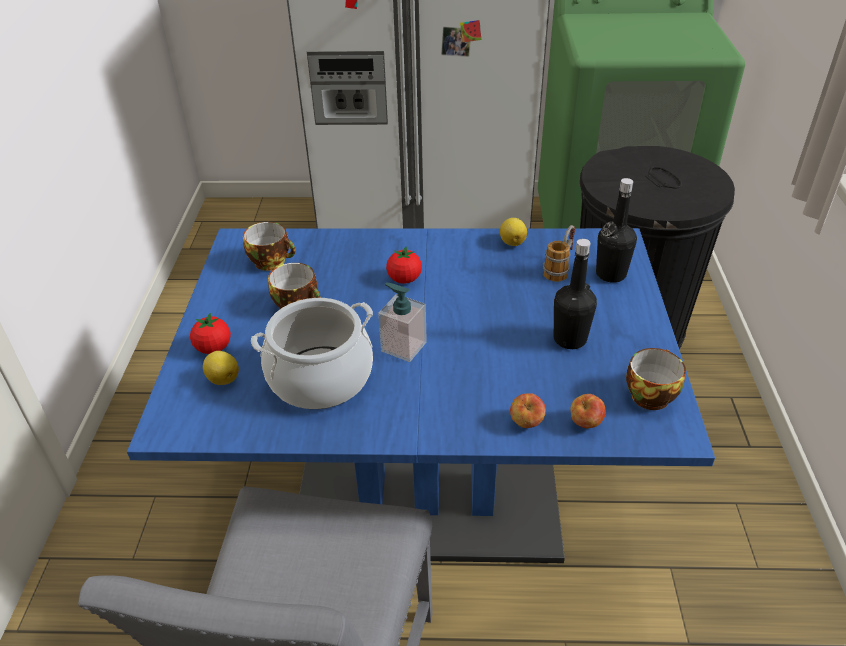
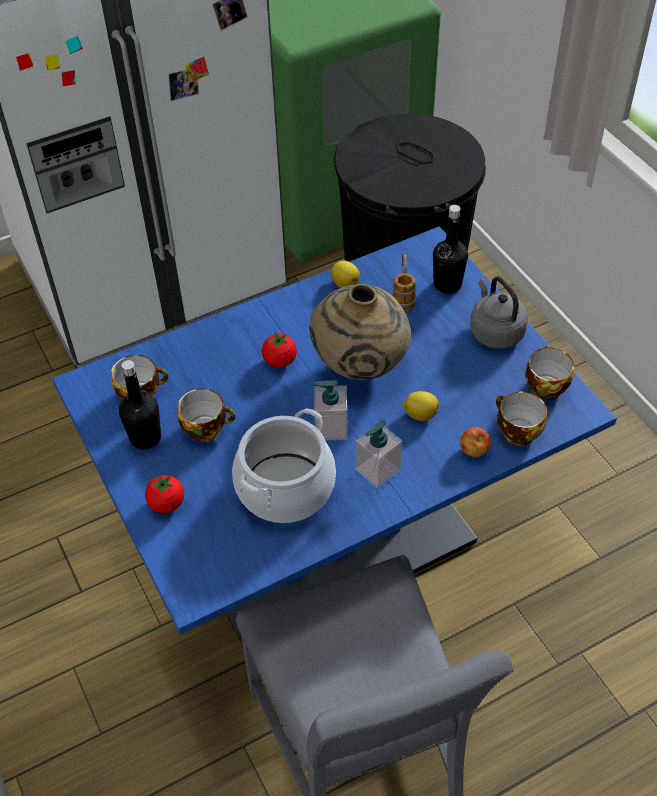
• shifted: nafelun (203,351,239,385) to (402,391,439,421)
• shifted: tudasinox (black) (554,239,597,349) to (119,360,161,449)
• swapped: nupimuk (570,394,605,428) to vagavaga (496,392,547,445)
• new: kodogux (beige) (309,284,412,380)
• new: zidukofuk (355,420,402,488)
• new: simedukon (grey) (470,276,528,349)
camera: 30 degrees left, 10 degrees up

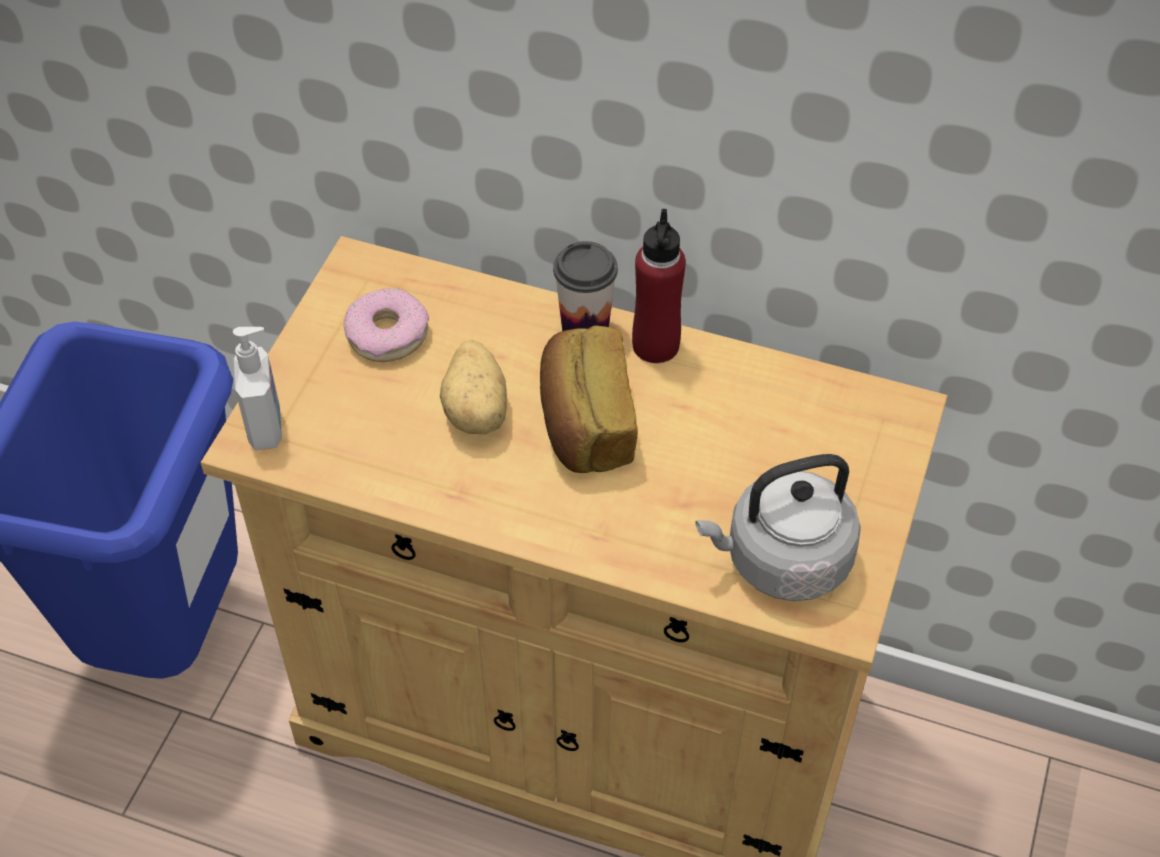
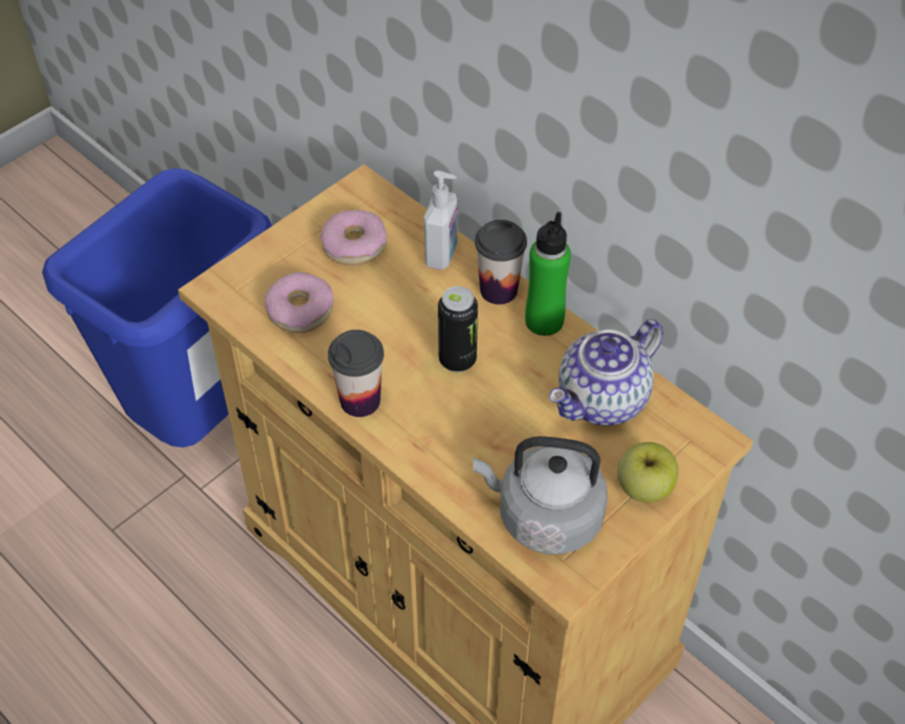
• shifted: zidukofuk (233,327,282,450) to (424,171,457,270)
• gone: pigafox (440,340,507,434)
• swapped: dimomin (540,326,638,473) to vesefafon (438,286,478,372)
• repainted: tudasinox (red) (632,209,686,363) to tudasinox (green) (525,212,571,336)
• new: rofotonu (265,272,333,333)
• new: vagavaga (328,330,384,417)
• new: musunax (549,319,664,426)
• new: nupimuk (617,442,679,503)
camera: 25 degrees right, 0 degrees up

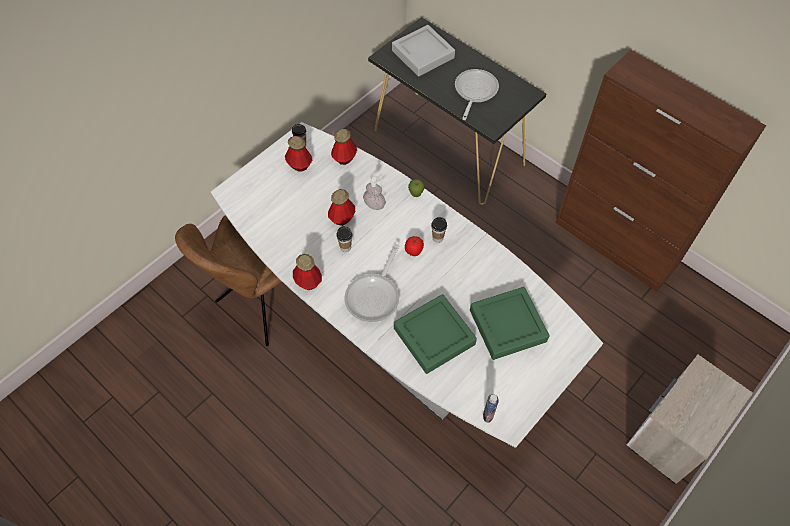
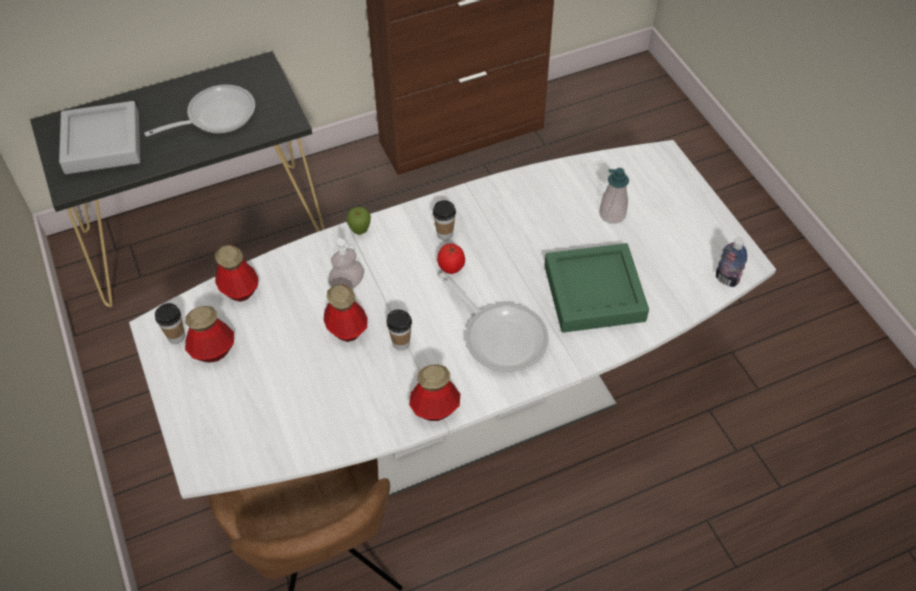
• rotated: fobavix (455,69,499,120) = (144,85,255,137) 105 degrees clockwise
• swapped: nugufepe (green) (470,287,549,360) to zidukofuk (599,168,629,224)
• gone: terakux (627,355,753,485)
camera: 65 degrees left, 5 degrees down

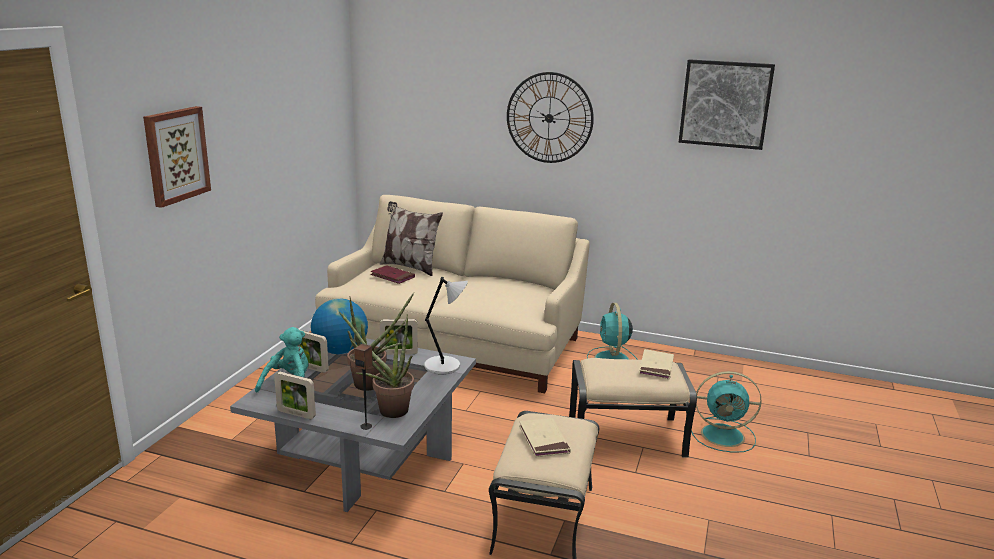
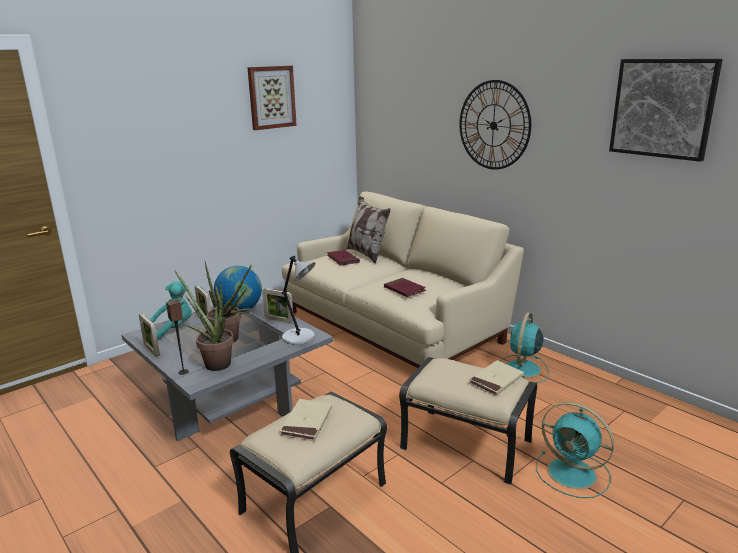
• shifted: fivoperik (143,106,211,208) to (247,66,297,130)
• new: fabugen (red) (384,278,426,297)
camera: 30 degrees right, 0 degrees up

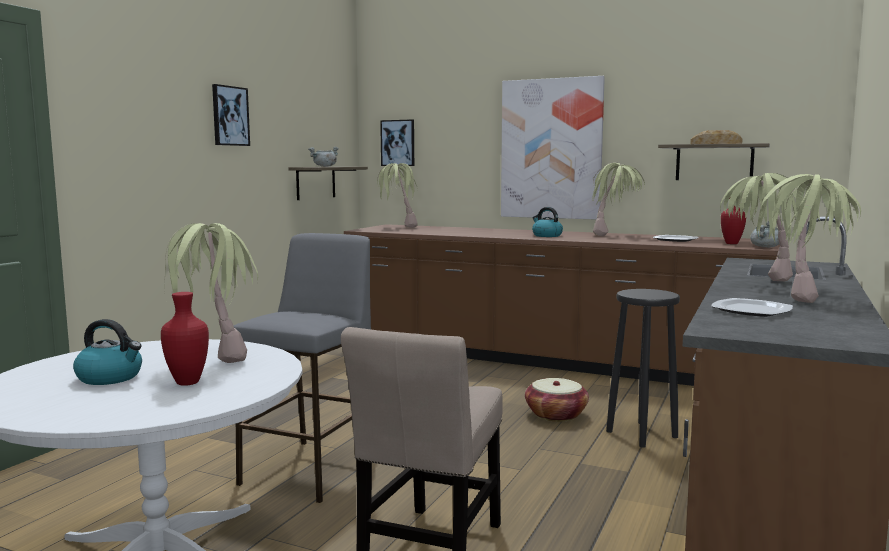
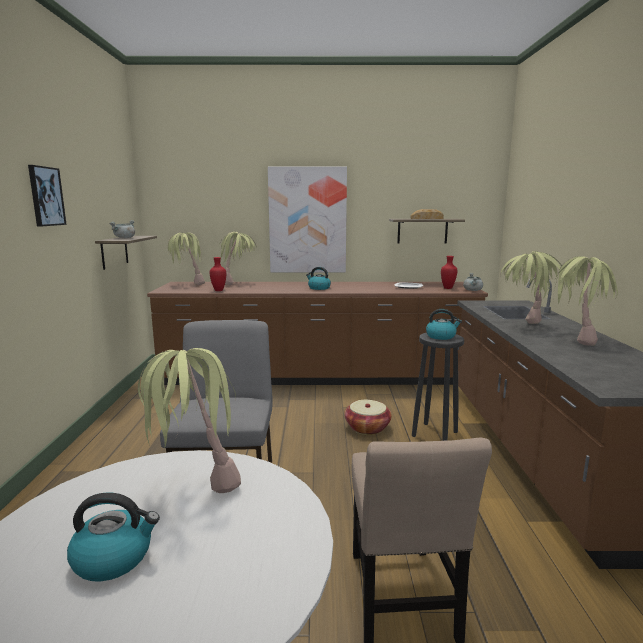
• shifted: kodogux (red) (161,292,209,386) to (210,257,226,291)
• gone: fivoperik (380,119,414,166)
• shifted: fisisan (592,163,645,236) to (220,232,257,285)
• gone: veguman (711,298,793,317)
• new: simedukon (426,309,462,340)
camera: 25 degrees left, 5 degrees up

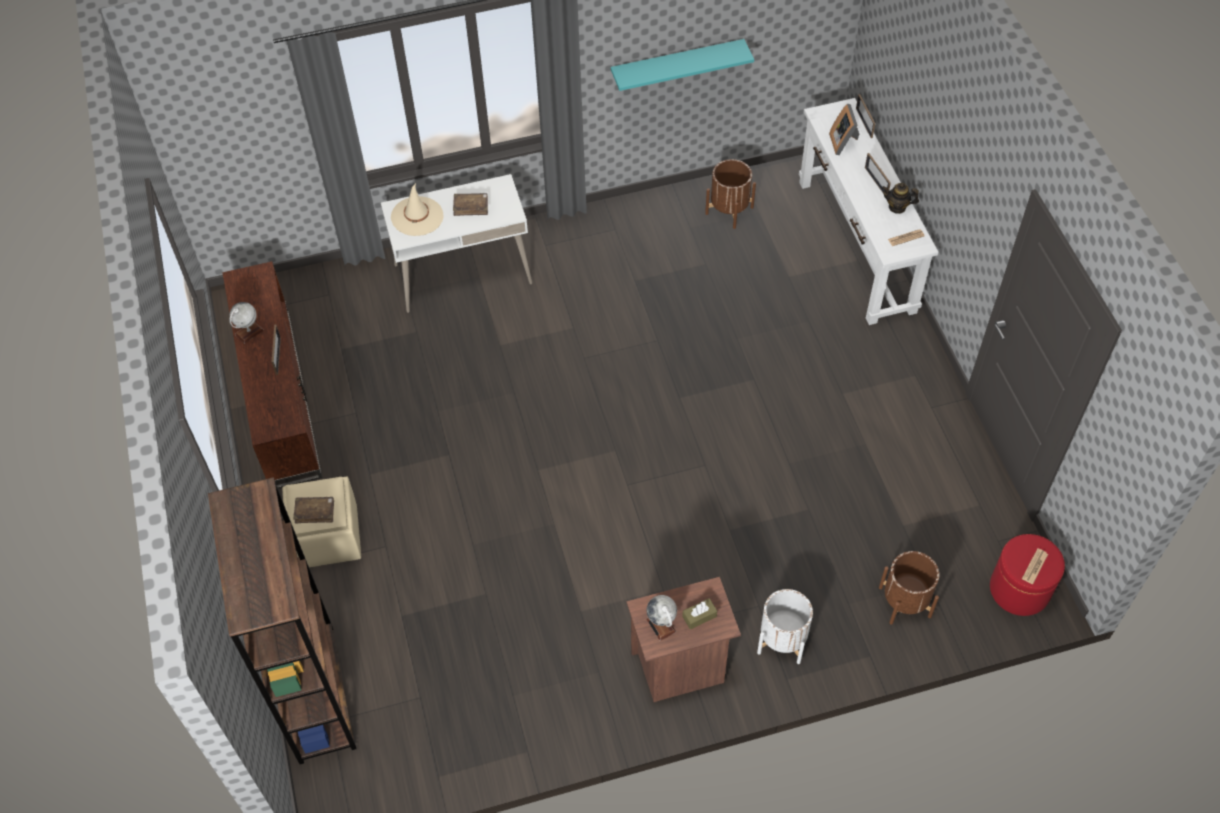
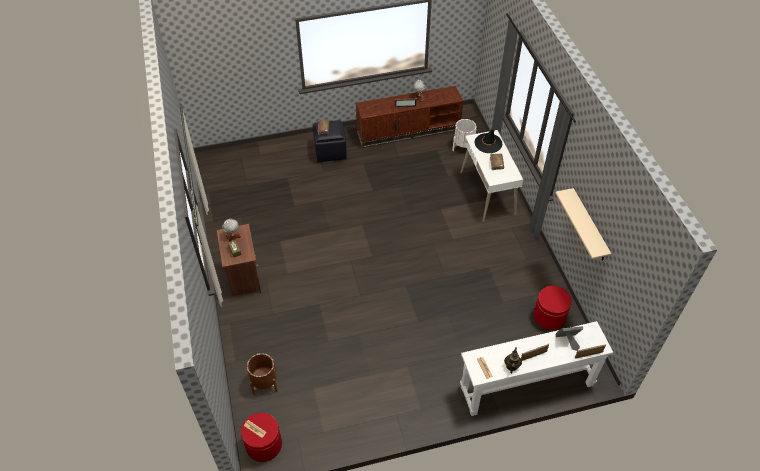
• gone: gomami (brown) (208,477,356,764)
• repainted: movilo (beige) (282,477,361,567) to movilo (black) (313,120,347,162)
• repainted: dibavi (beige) (391,183,443,236) to dibavi (black) (475,129,502,153)
• repainted: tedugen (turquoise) (611,39,754,91) to tedugen (beige) (555,188,611,261)
• swapped: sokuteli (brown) (705,159,756,229) to movilo (red) (534,286,572,330)
• shifted: sokuteli (white) (757,589,813,664) to (452,119,476,155)
camera: 90 degrees right, 5 degrees down

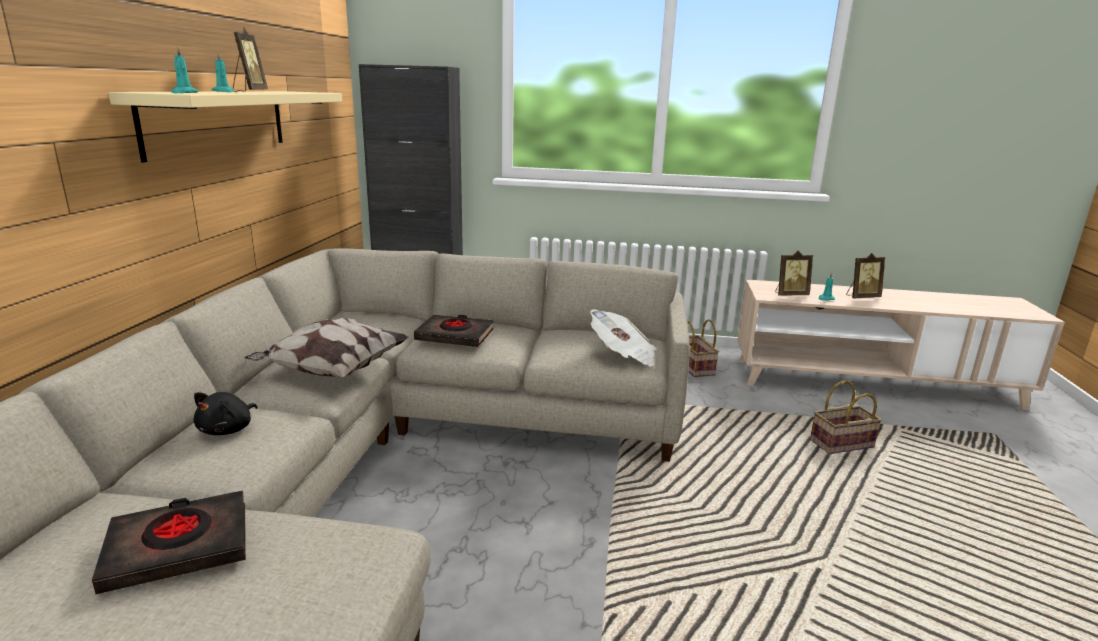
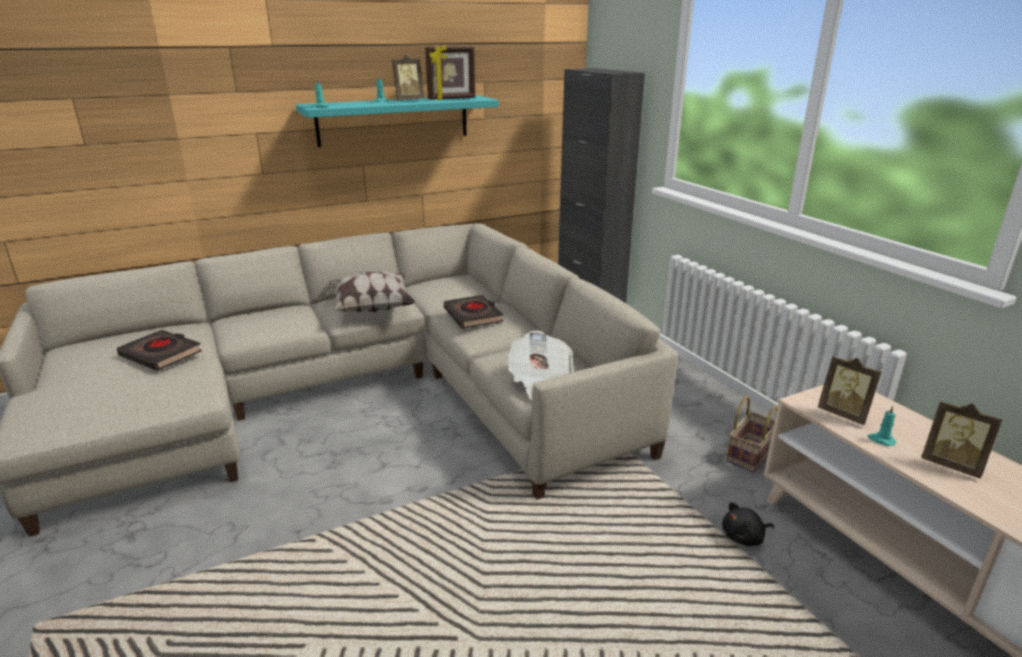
• repainted: tedugen (beige) (109,91,342,162) to tedugen (turquoise) (296,95,499,147)
• shifted: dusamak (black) (194,392,257,435) to (722,502,774,546)
• gone: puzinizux (810,380,882,454)
• new: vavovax (425,44,475,100)
camera: 55 degrees right, 5 degrees up

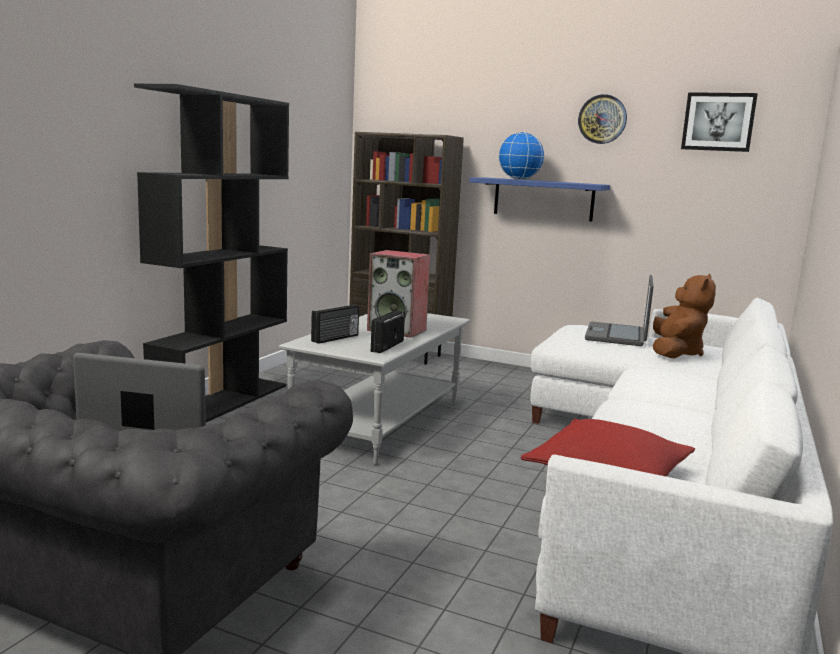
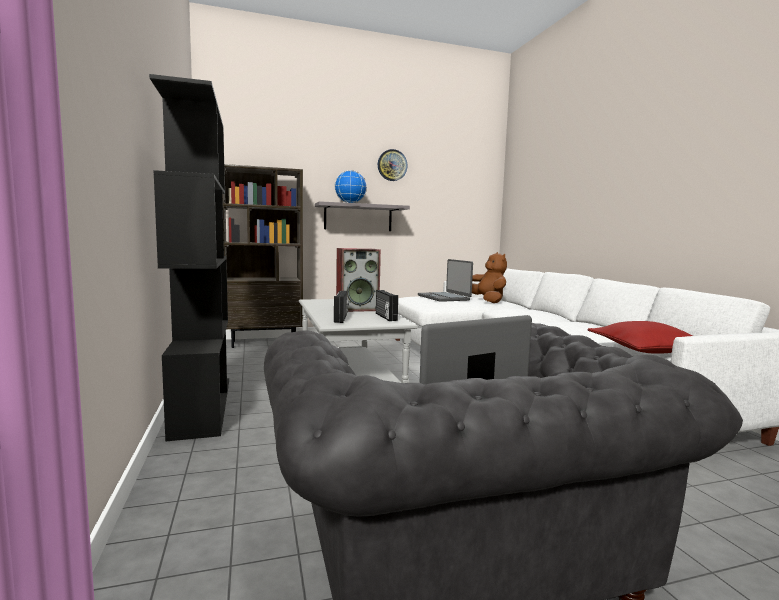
• repainted: tedugen (blue) (469,177,610,221) to tedugen (grey) (315,201,410,231)
• gone: fivoperik (681,92,758,152)
camera: 40 degrees left, 5 degrees down

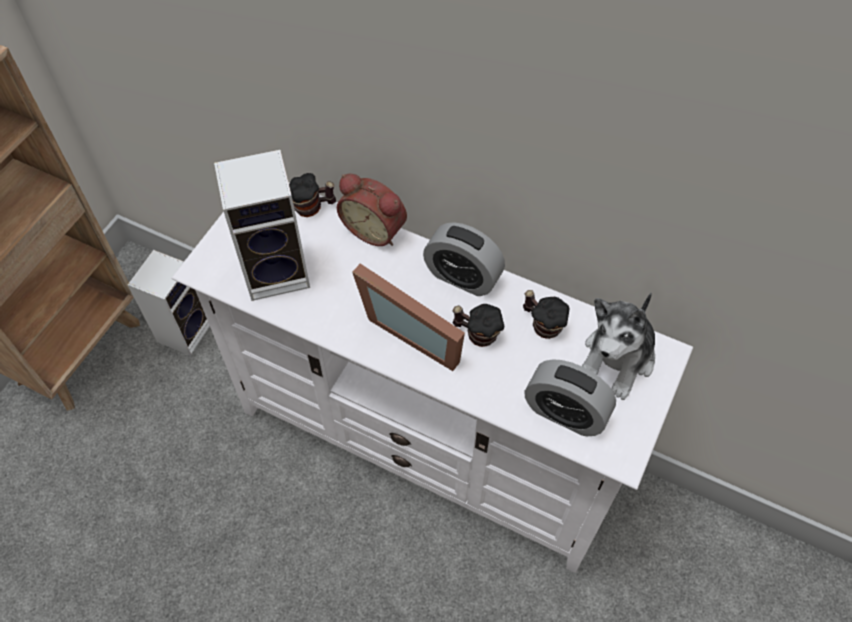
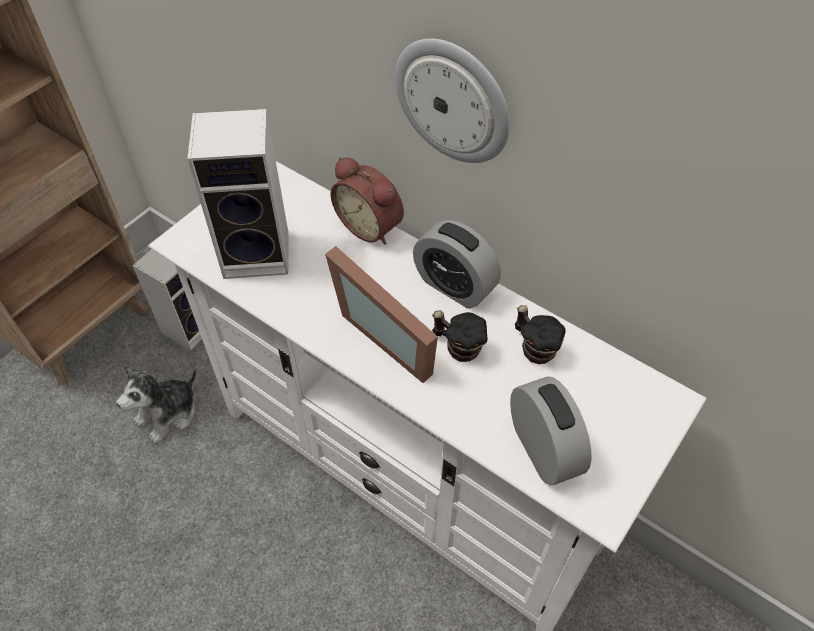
• gone: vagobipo (289,173,336,217)
• rotated: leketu (524,359,616,436) = (510,376,591,485) 150 degrees counterclockwise
• shifted: dusamak (582,292,655,400) to (116,365,197,444)
• new: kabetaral (395,38,510,163)
camera: 10 degrees right, 5 degrees down

